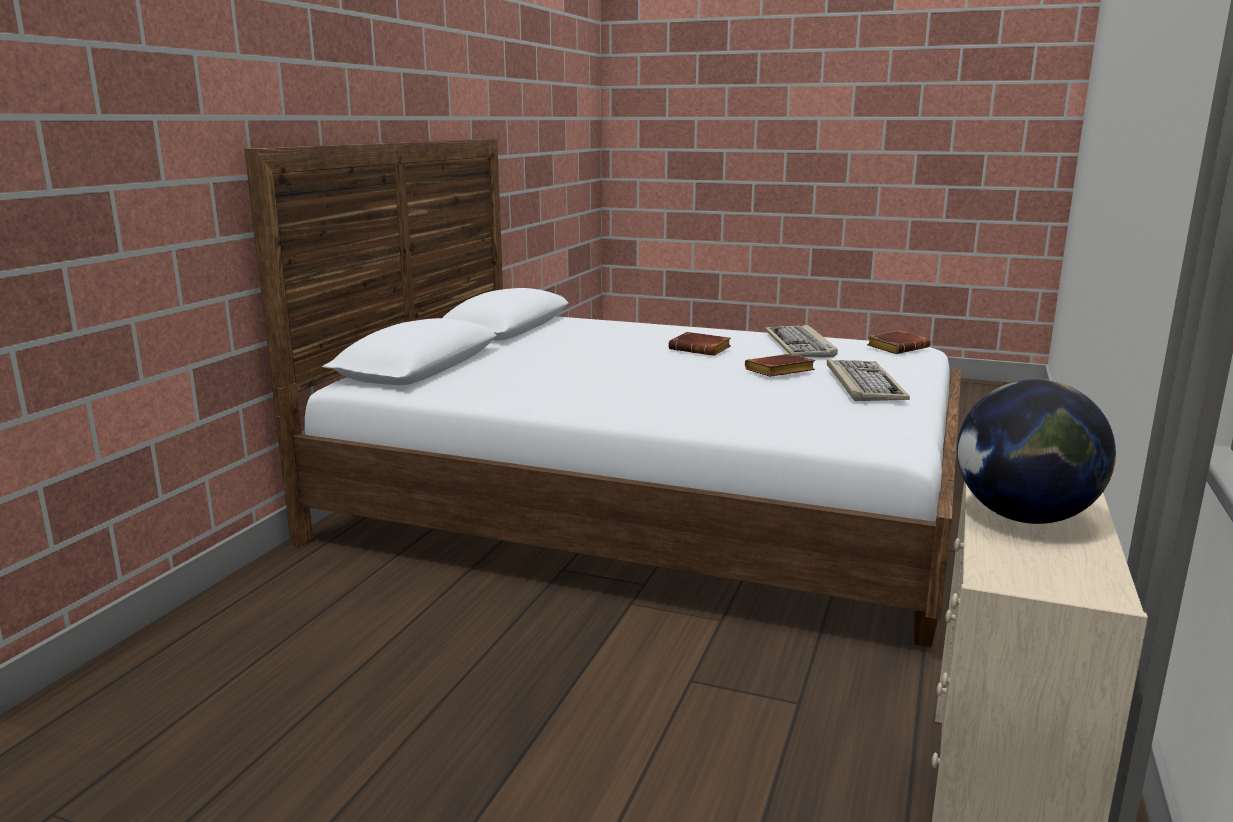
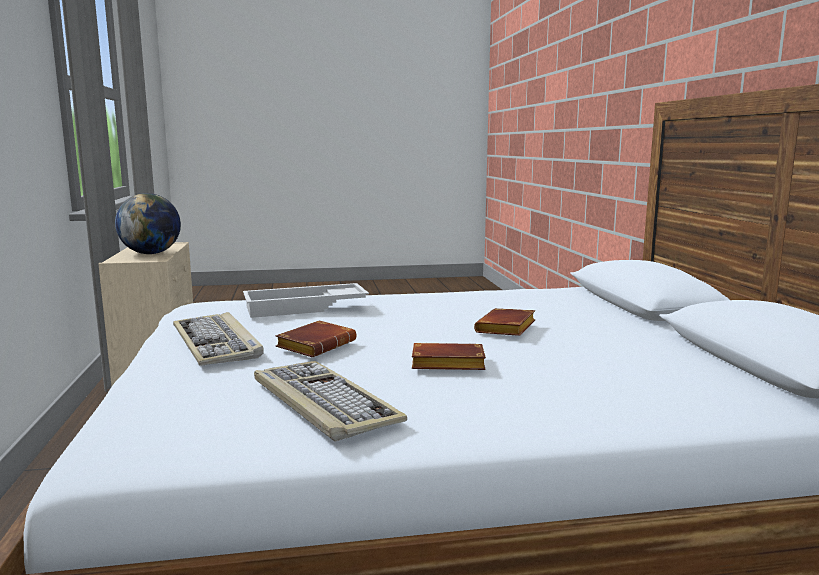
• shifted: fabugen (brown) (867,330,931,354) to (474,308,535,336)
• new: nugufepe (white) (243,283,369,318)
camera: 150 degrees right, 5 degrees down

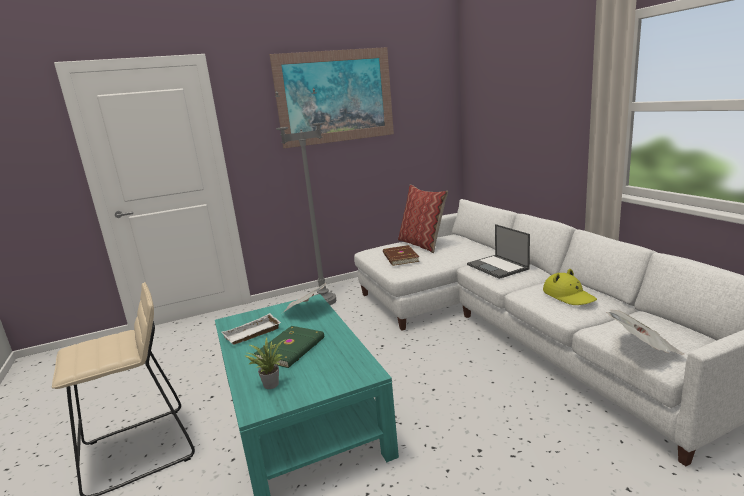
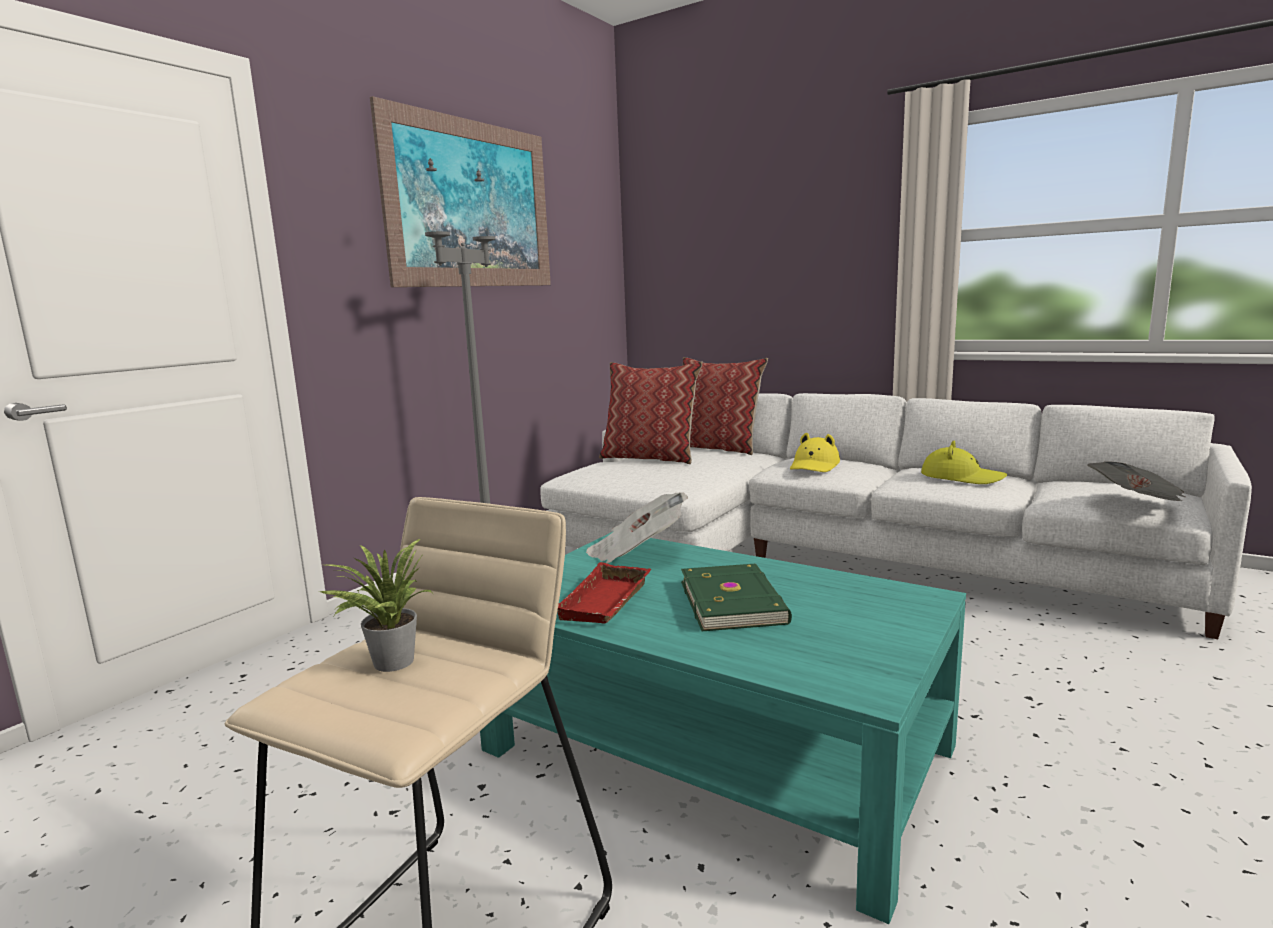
• repainted: nugufepe (white) (222,313,281,345) to nugufepe (red) (557,562,651,624)
• shifted: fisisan (244,337,286,389) to (320,539,434,672)
• gone: fabugen (brown) (383,245,420,266)
• swapped: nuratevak (467,224,530,279) to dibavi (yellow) (790,433,840,472)
• new: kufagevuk (683,357,768,455)
camera: 35 degrees left, 5 degrees down

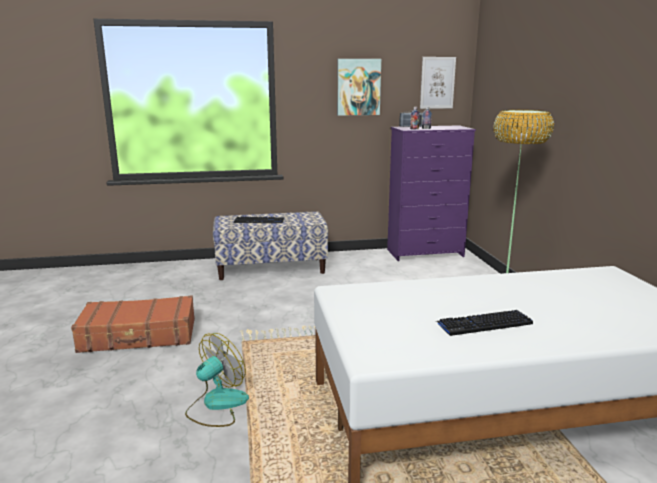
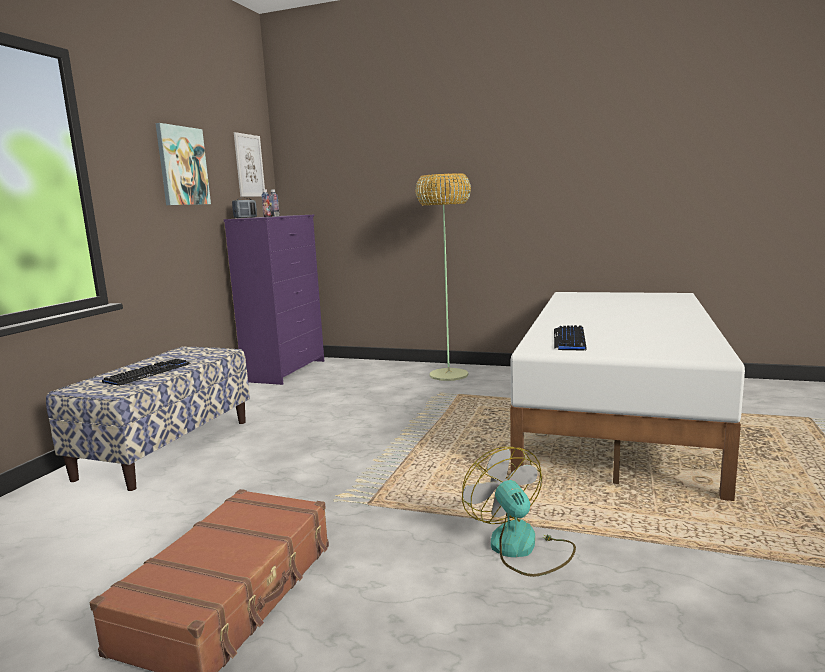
• shifted: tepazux (436,310,533,336) to (554,325,587,351)
camera: 60 degrees left, 5 degrees down

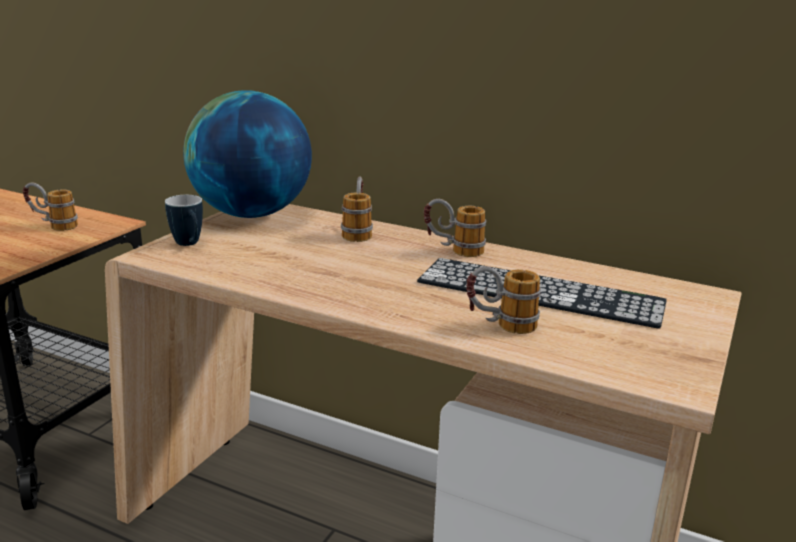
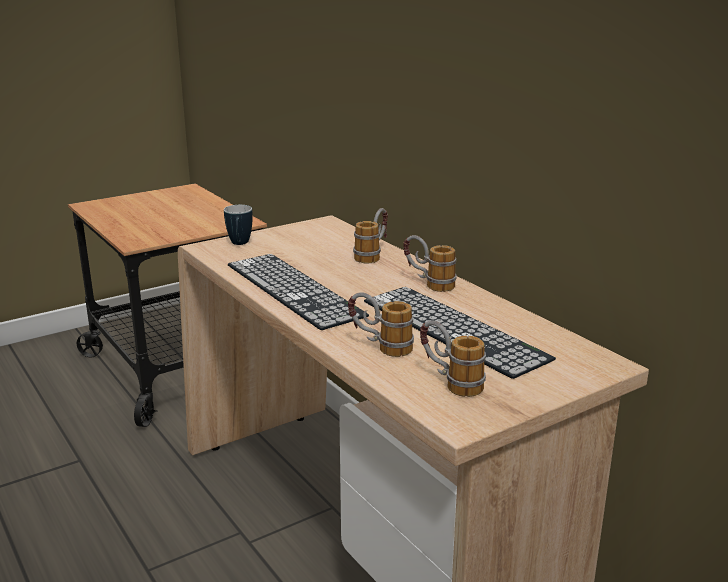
• shifted: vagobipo (22,183,78,231) to (420,320,486,397)
• gone: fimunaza (183,90,312,218)
• new: tepazux (228,254,369,330)
camera: 30 degrees right, 0 degrees up

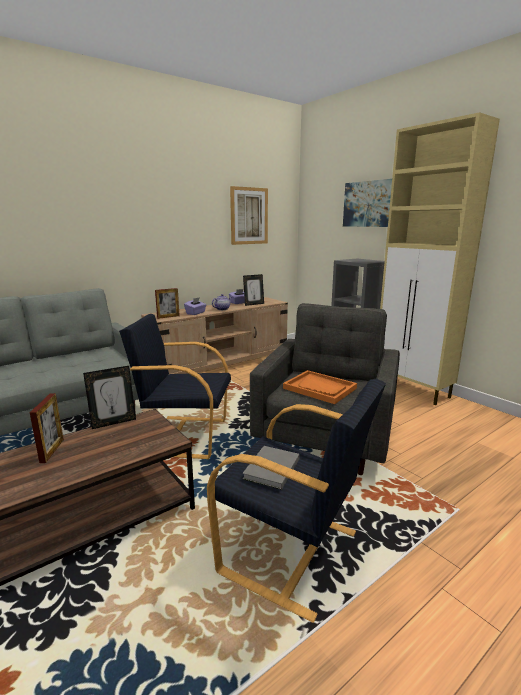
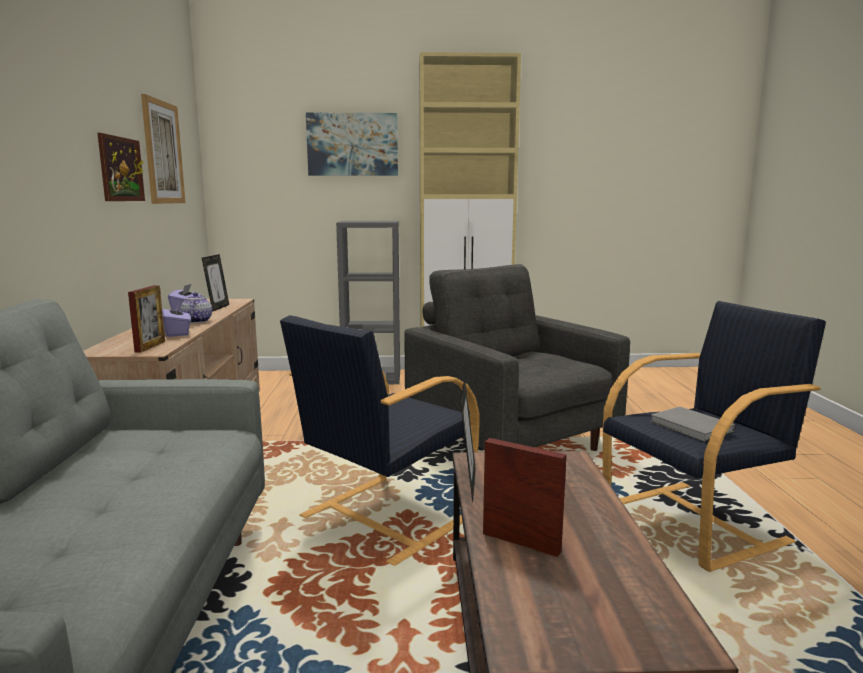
• gone: nugufepe (orange) (283,370,357,404)
• new: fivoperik (98,133,145,201)
camera: 55 degrees left, 5 degrees down

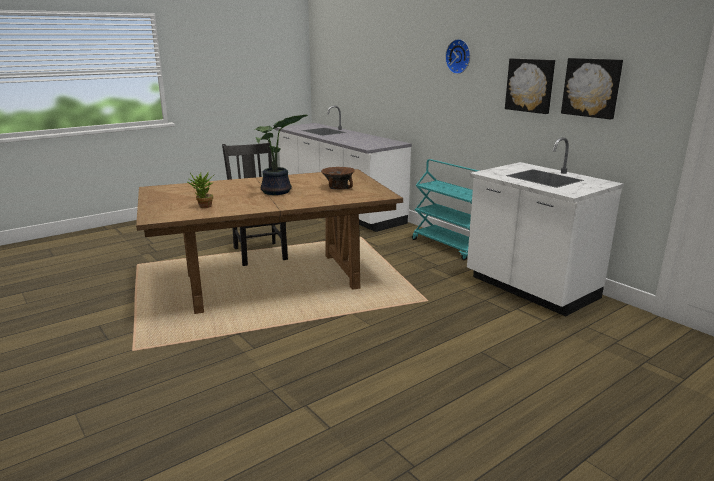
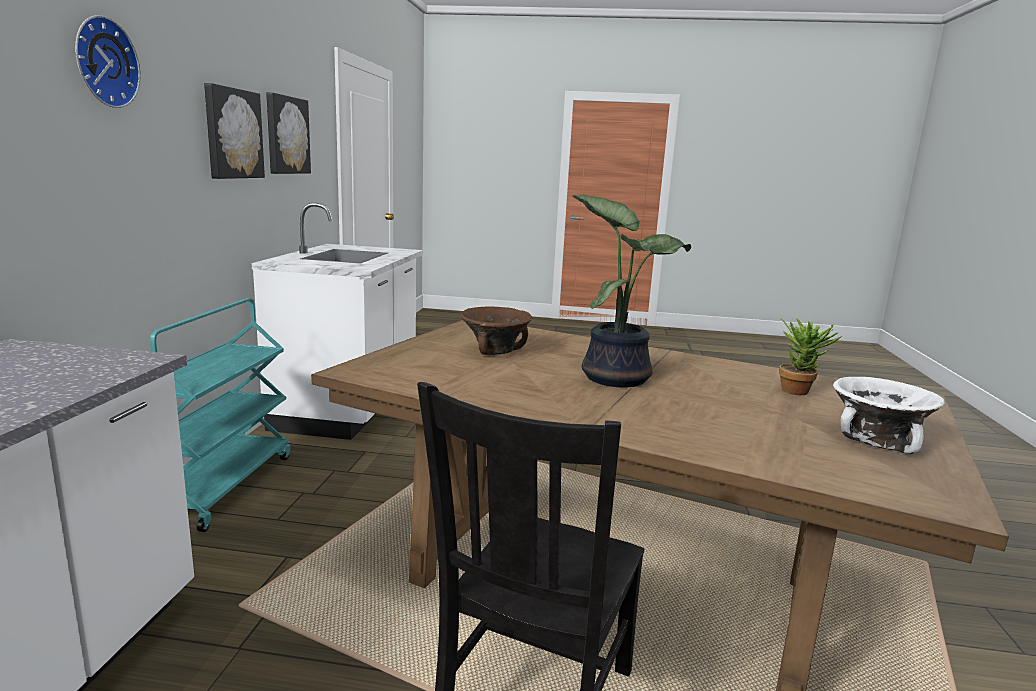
• new: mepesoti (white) (833,377,945,454)
camera: 135 degrees left, 5 degrees down

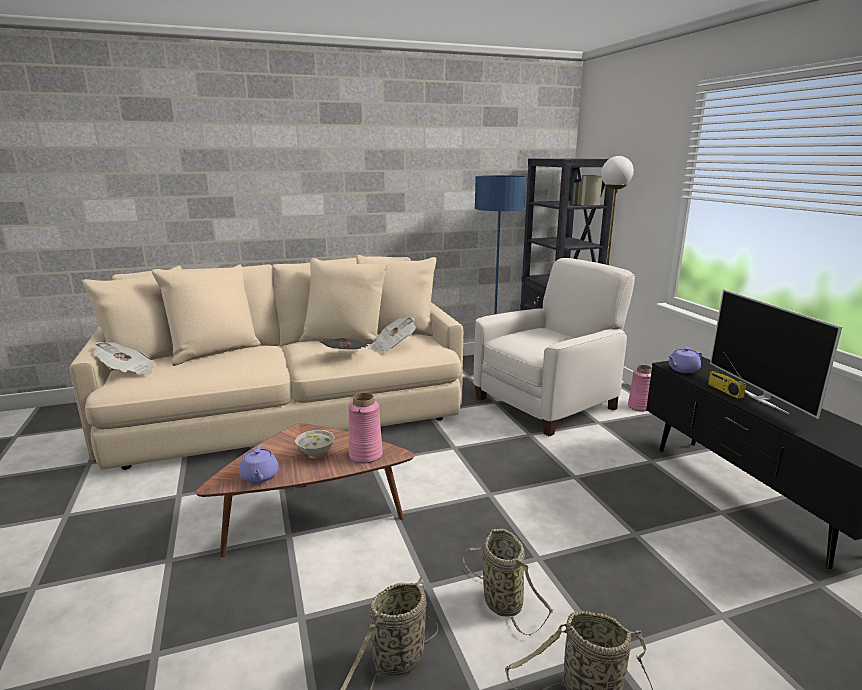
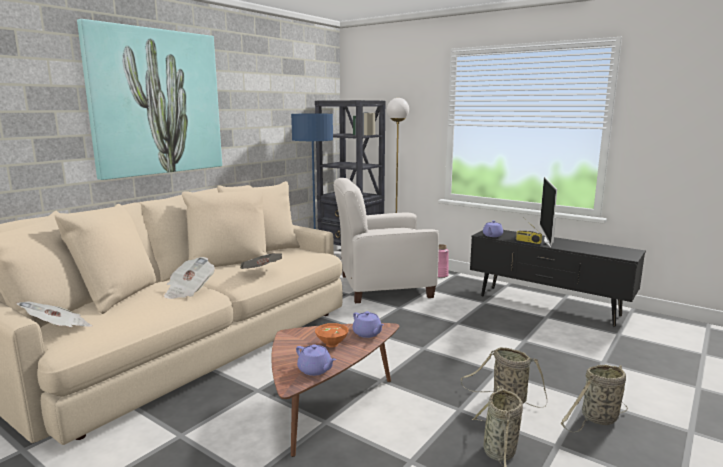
• repainted: mepesoti (white) (295,430,335,459) to mepesoti (orange) (315,323,349,348)
• swapped: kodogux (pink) (348,393,383,463) to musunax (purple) (352,311,384,338)
• shifted: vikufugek (368,317,416,352) to (164,257,215,299)
• rotated: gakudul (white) (473,258,635,436) = (333,178,439,303) 120 degrees counterclockwise
• rotated: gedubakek (710,289,842,419) = (540,177,557,247) 60 degrees clockwise
• new: fivoperik (77,19,222,180)
camera: 35 degrees left, 5 degrees down

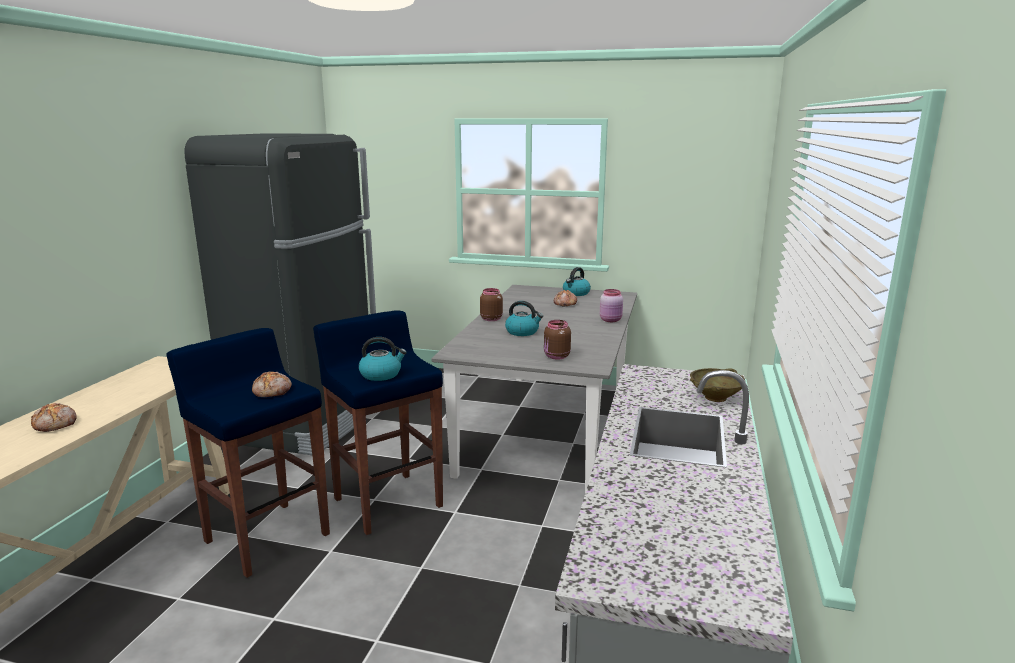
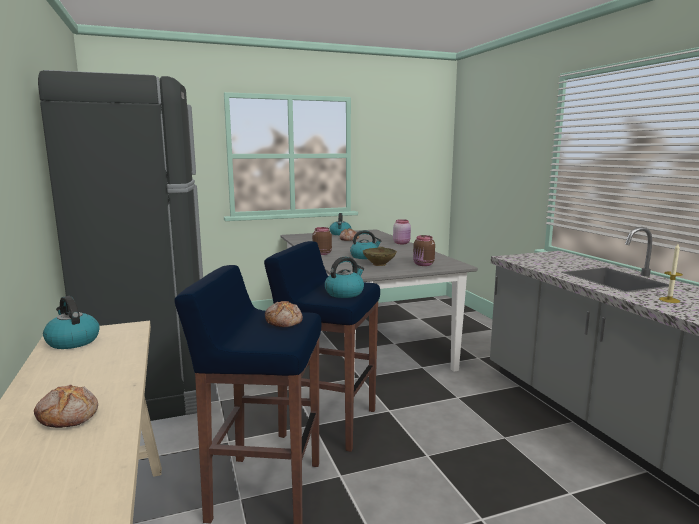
• shifted: mepesoti (beige) (690,368,745,402) to (363,247,397,266)
• new: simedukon (43,296,100,349)
• new: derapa (659,244,683,303)
camera: 35 degrees left, 5 degrees down

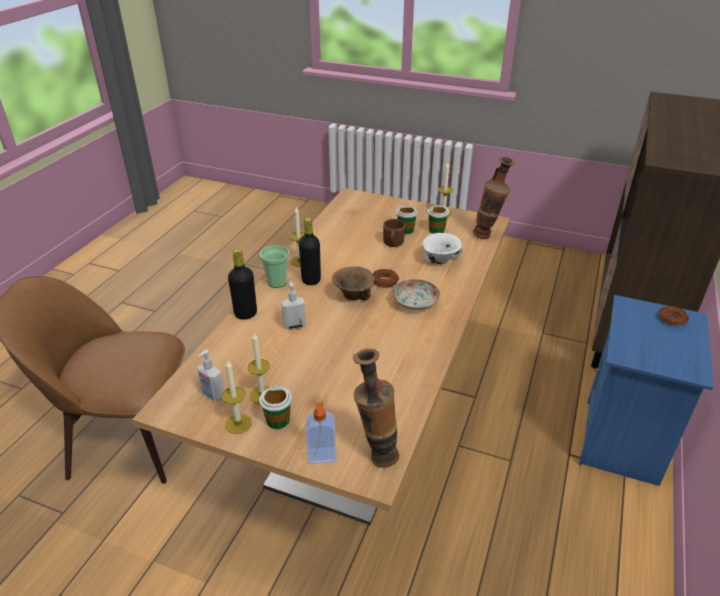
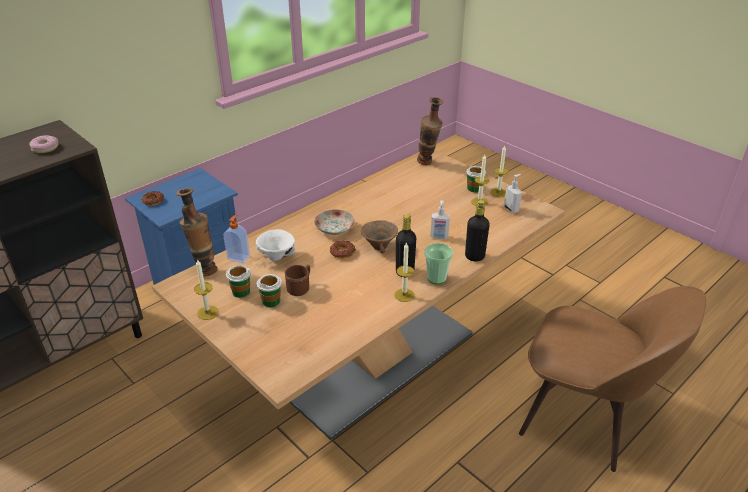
• shifted: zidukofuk (306,403,336,464) to (223,215,250,263)
• new: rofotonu (29,135,58,153)
camera: 155 degrees left, 0 degrees up

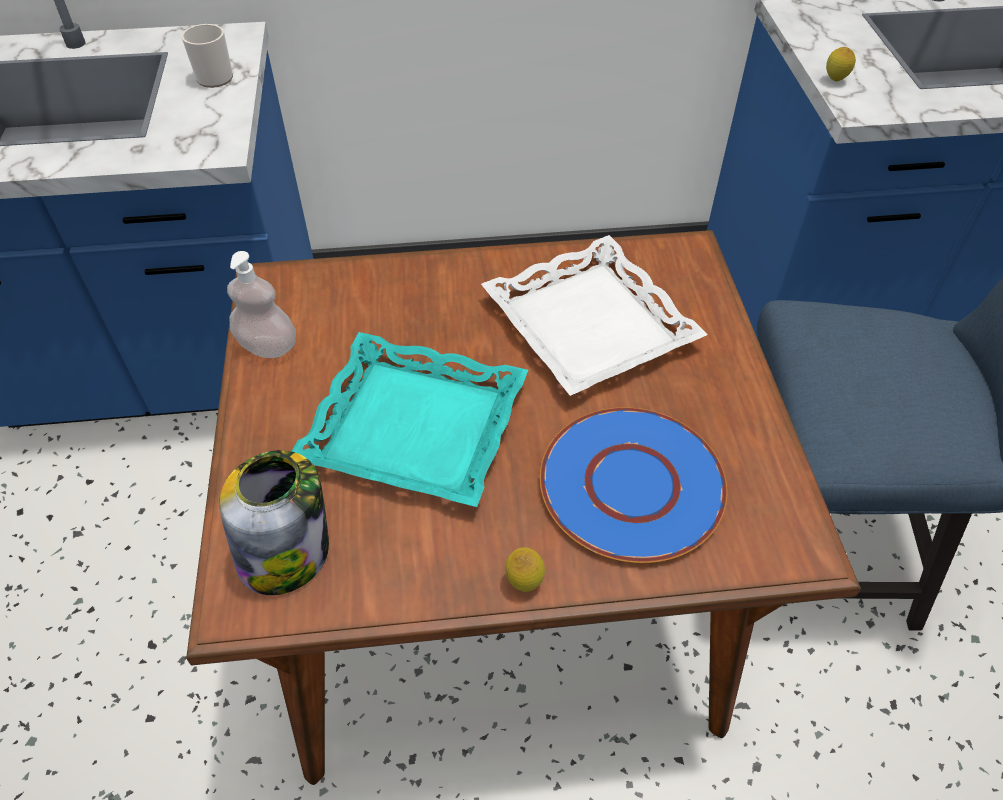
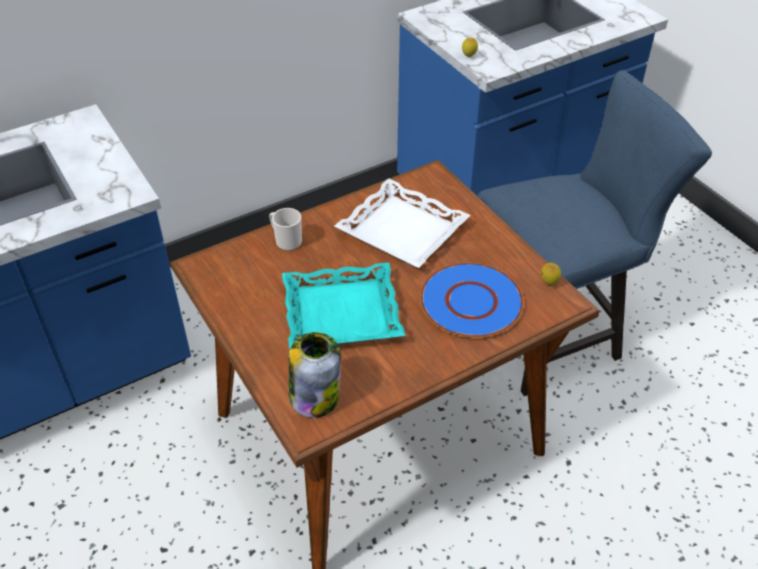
• shifted: vagobipo (181,24,233,88) to (269,208,302,251)
• gone: zidukofuk (227,251,296,358)
• shifted: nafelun (505,547,545,592) to (541,263,561,286)
camera: 25 degrees left, 5 degrees down

